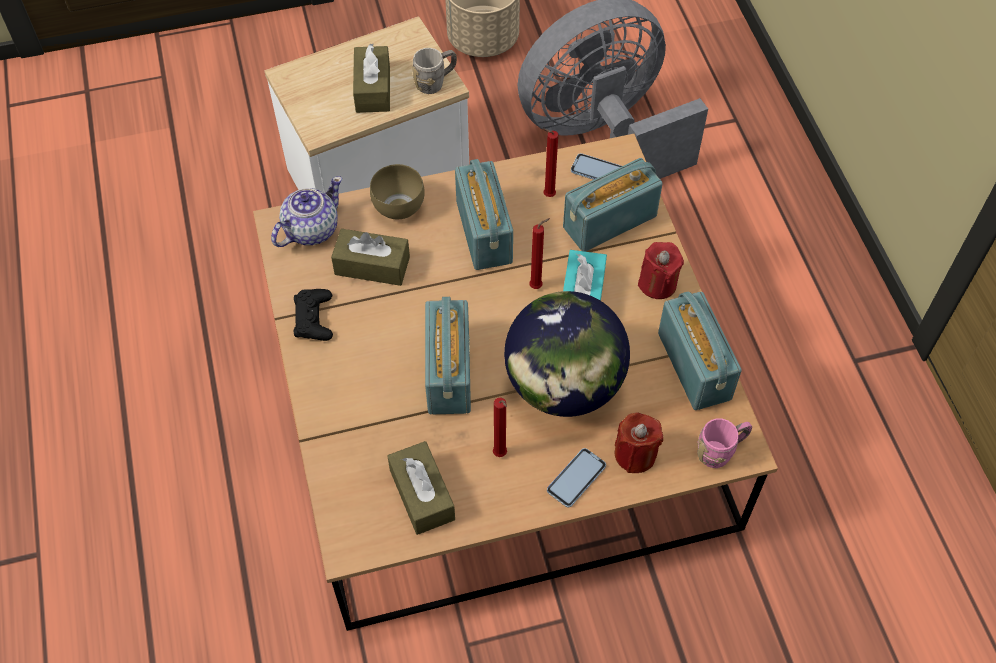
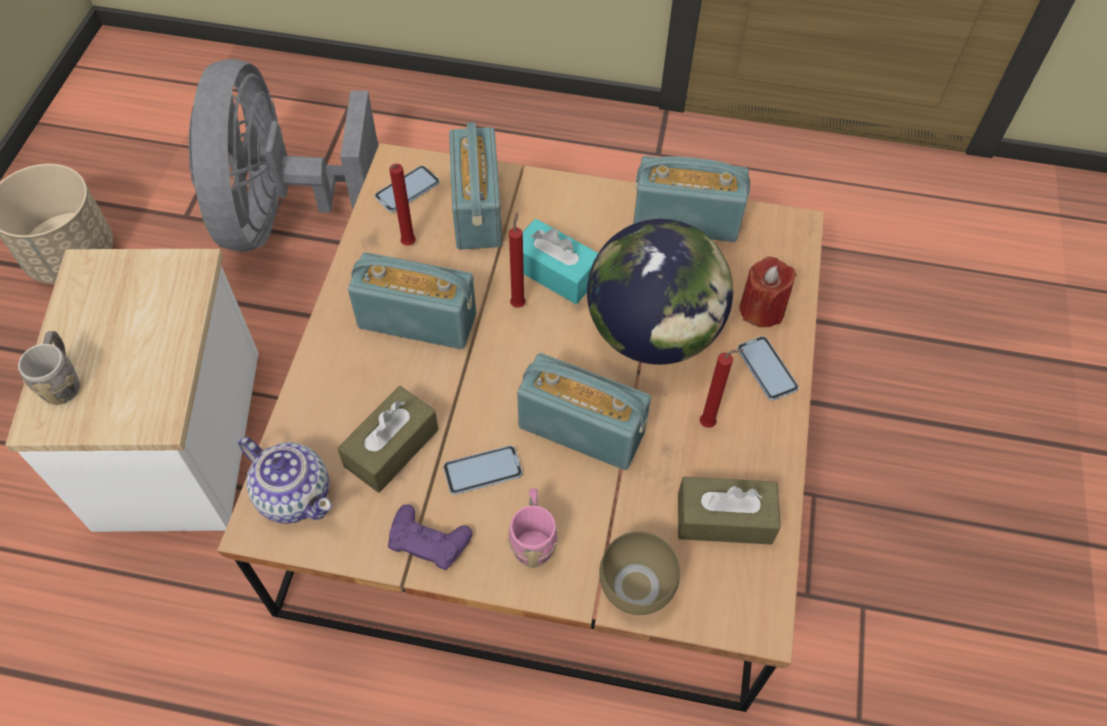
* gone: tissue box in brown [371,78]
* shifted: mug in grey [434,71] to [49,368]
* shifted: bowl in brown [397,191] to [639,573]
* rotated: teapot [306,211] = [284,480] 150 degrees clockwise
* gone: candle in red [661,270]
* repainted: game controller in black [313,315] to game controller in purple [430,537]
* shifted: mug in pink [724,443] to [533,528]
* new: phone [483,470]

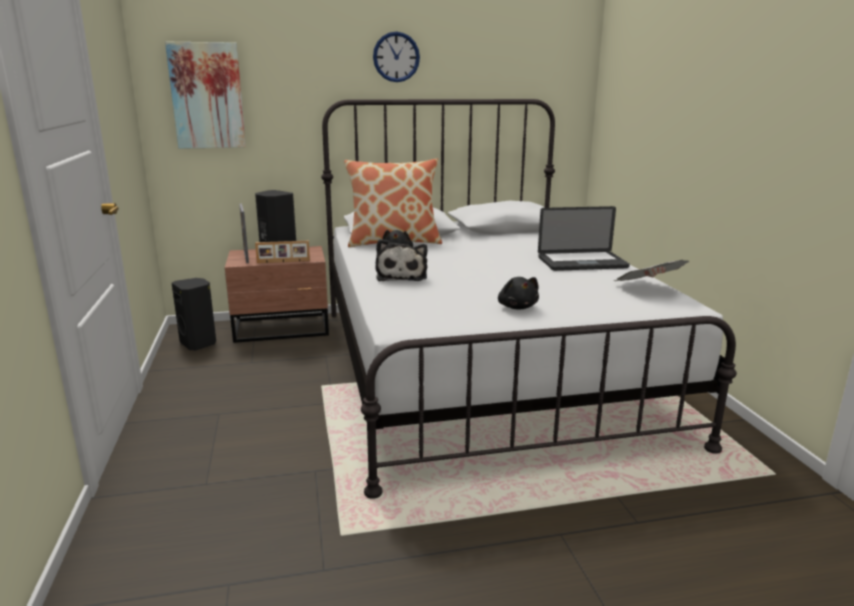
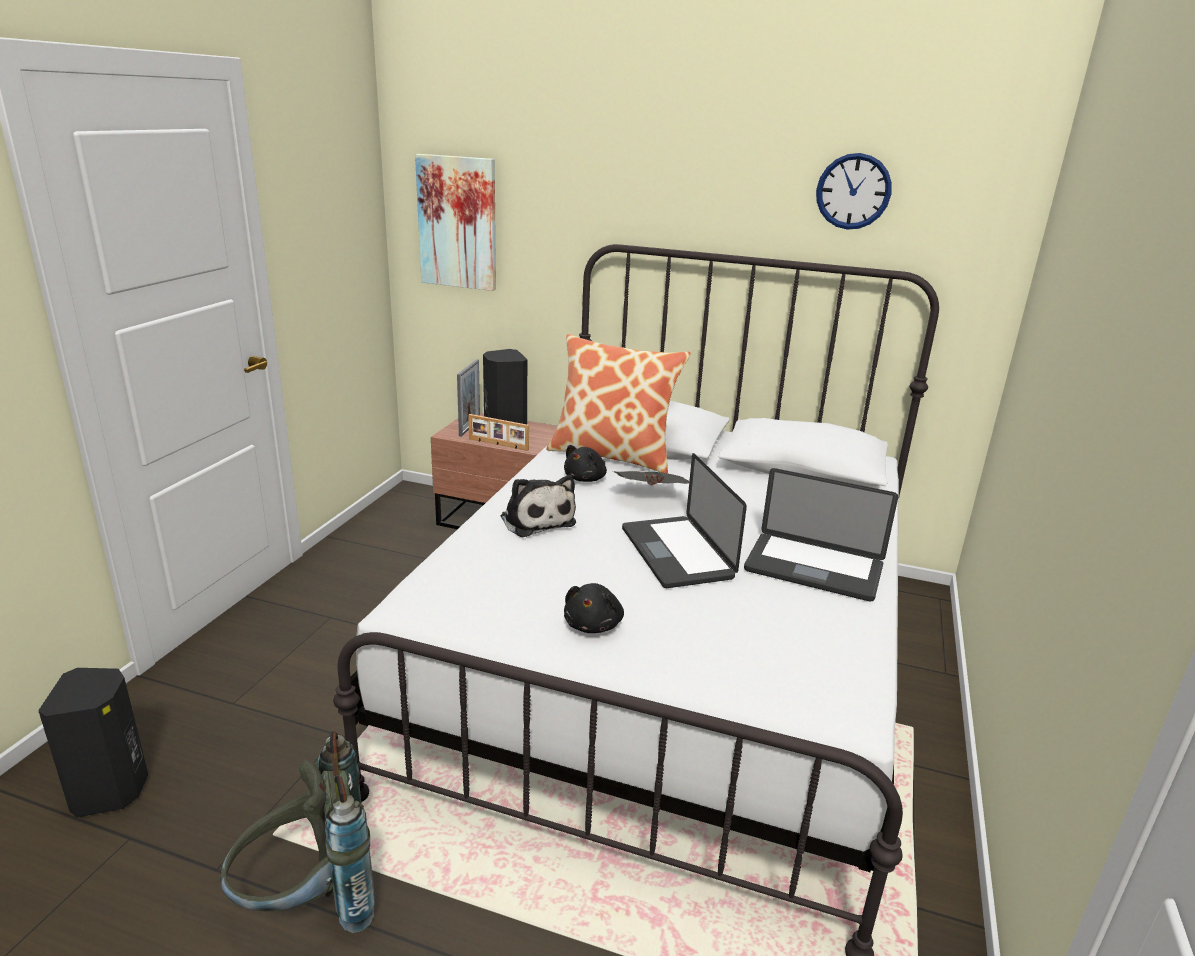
* shifted: wall clock [396,56] to [854,191]
* rotated: plush toy [401,260] = [538,506] 60 degrees counterclockwise
* shifted: newspaper [651,270] to [651,478]
* shifted: speaker in black [194,314] to [93,742]
* new: laptop [684,520]
* new: backpack in grey [297,832]

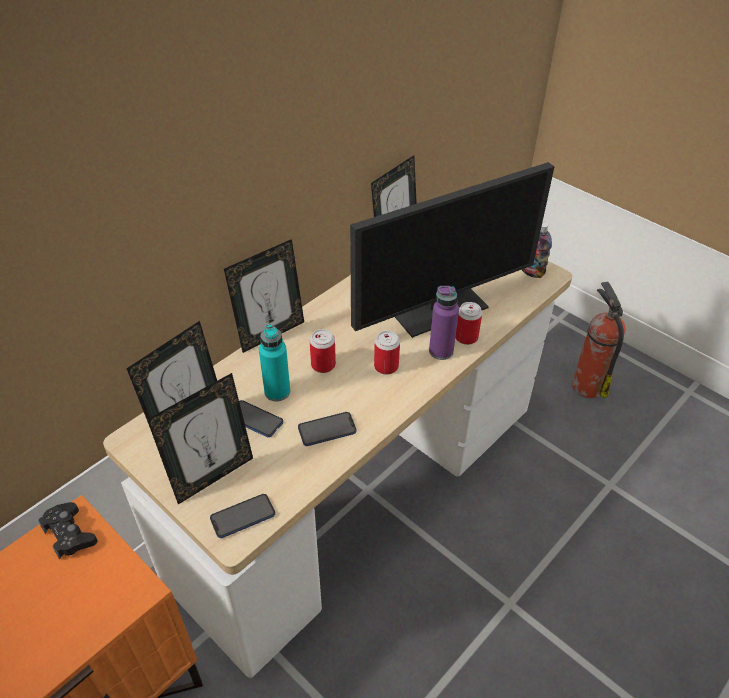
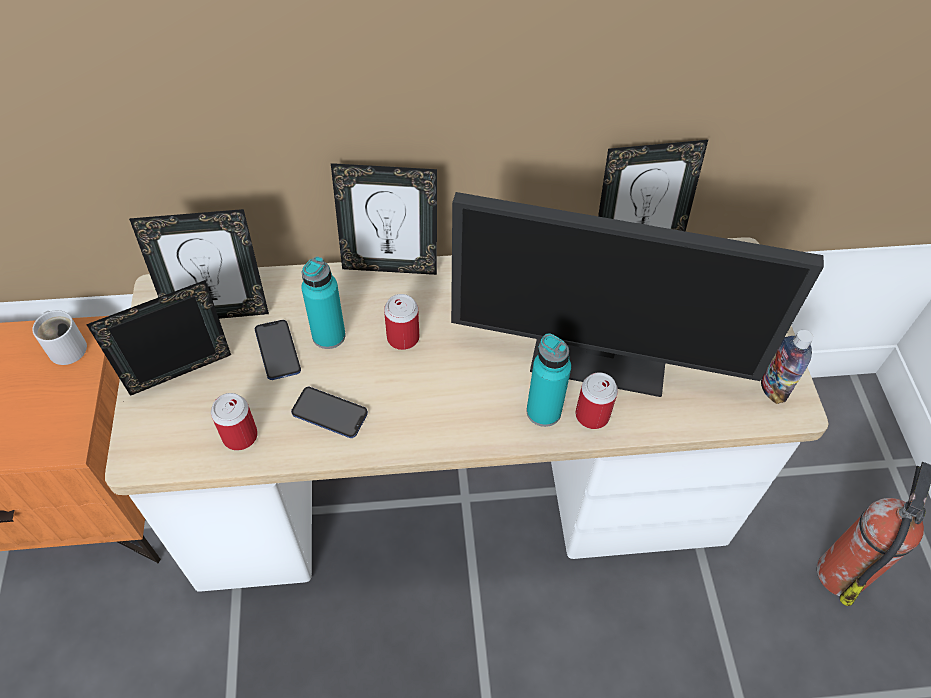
* repainted: bottle in purple [444,323] to bottle in turquoise [548,380]
* shifted: can [387,352] to [234,422]
* rotated: picture frame [200,438] = [158,338] 150 degrees clockwise
* gone: phone [242,516]
* swapped: game controller in black [68,531] to mug in white [59,337]

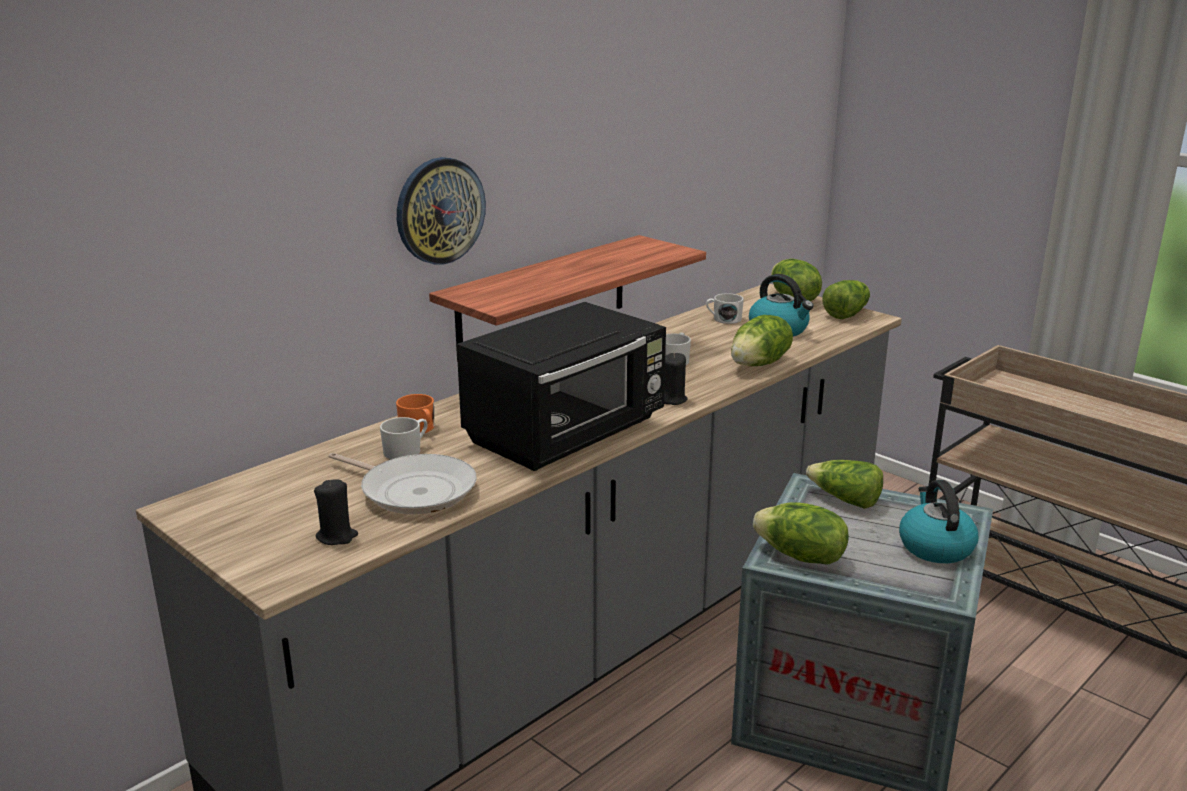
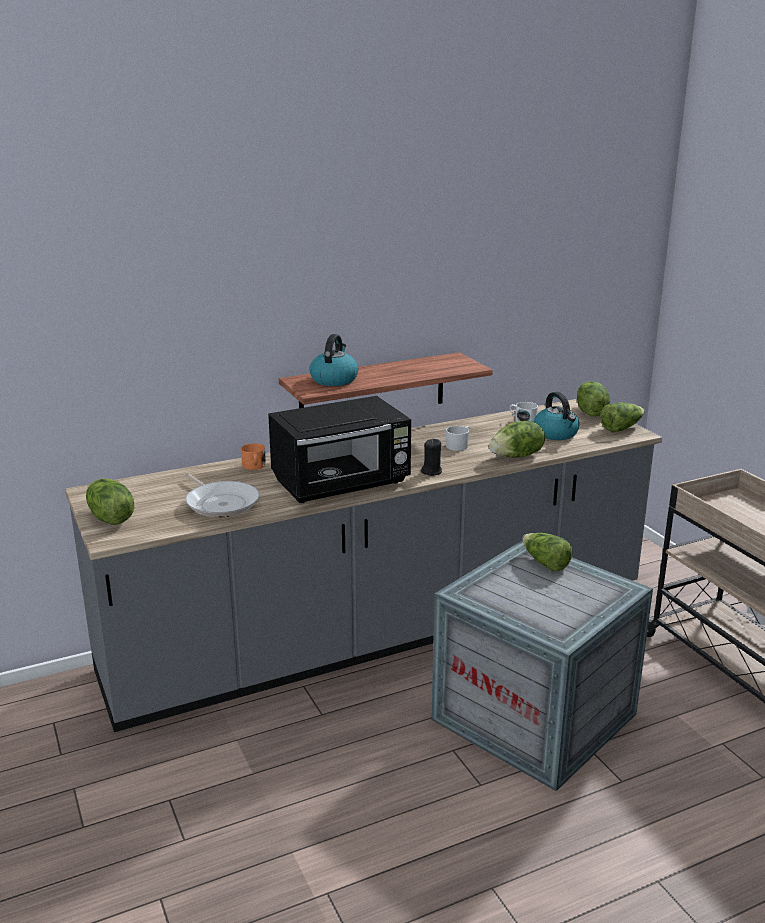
* gone: wall clock [441,211]
* gone: mug in white [404,438]
* gone: candle in black [336,512]
* shifted: kettle [938,521] to [333,360]
* shifted: lettuce [801,533] to [110,502]

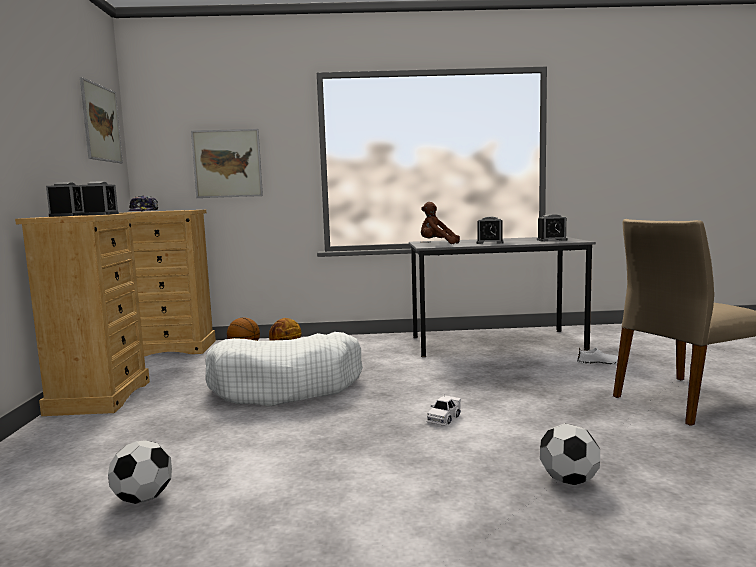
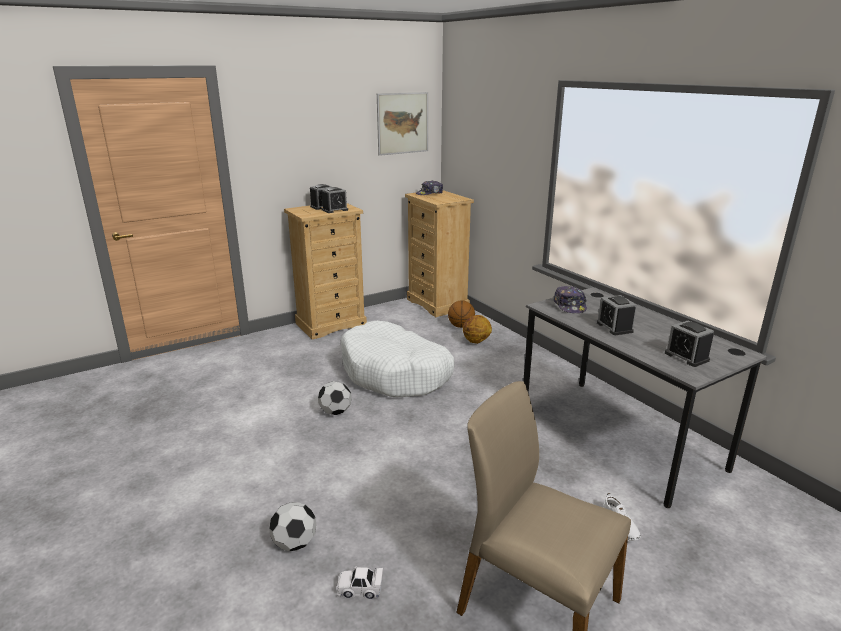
* gone: picture [227,163]
* swapped: plush toy in brown [440,223] to cap [570,299]
* shifted: toy car in white [443,410] to [360,582]
* shifted: football [140,472] to [335,398]

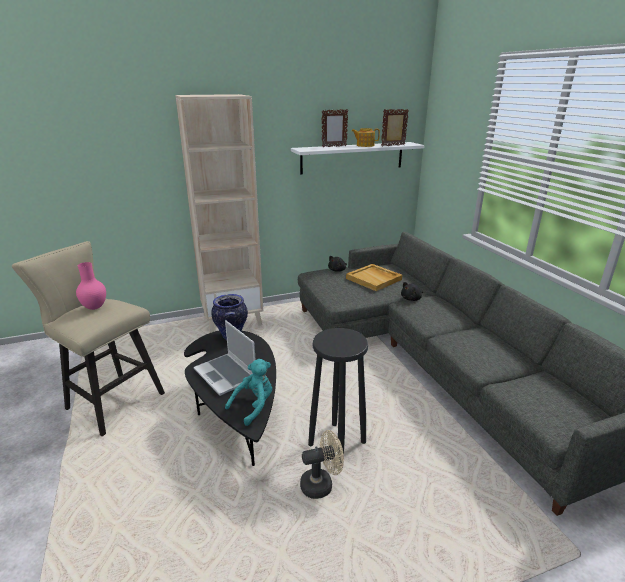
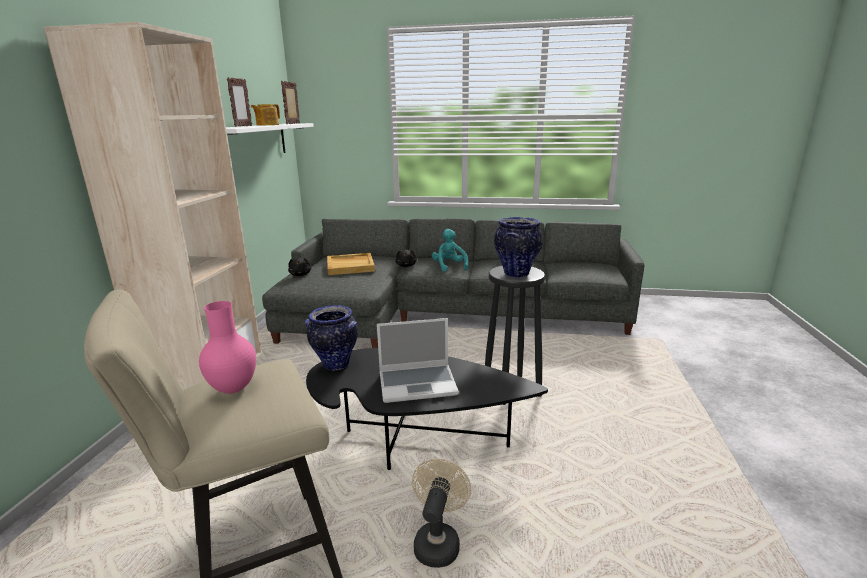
* shifted: plush toy in turquoise [248,392] to [450,250]
* shifted: fan in beige [322,464] to [441,513]
* new: vase [518,247]

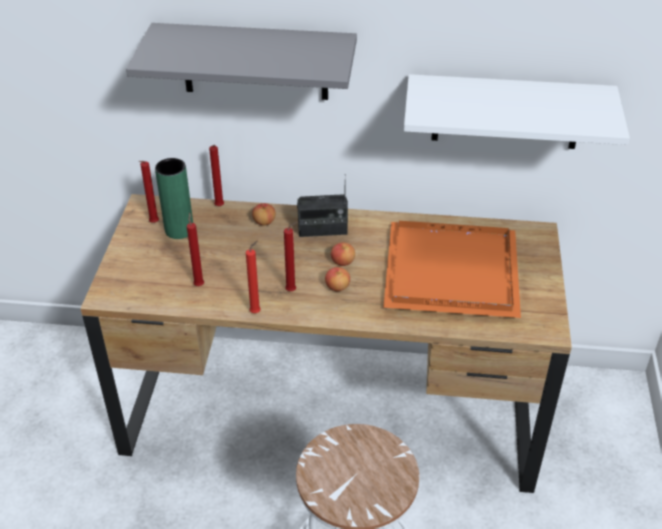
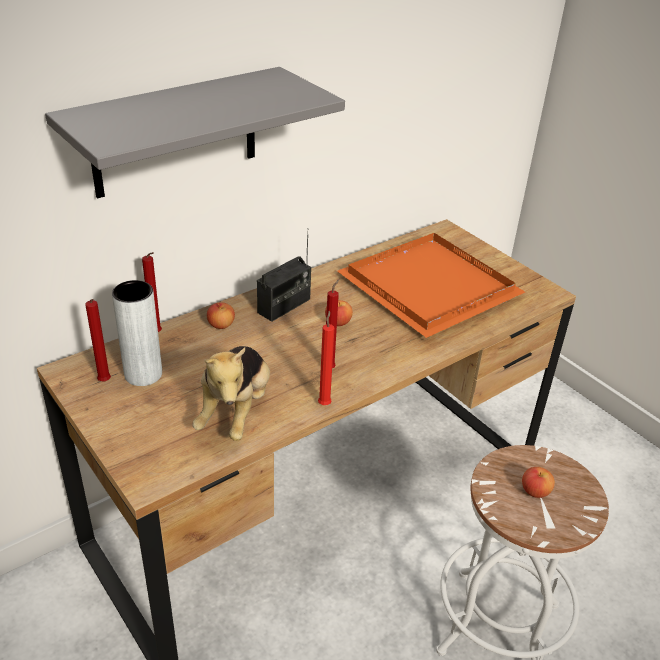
* gone: shelf in white [517,111]
* repainted: vase in green [174,198] to vase in grey [137,333]
* swapped: candle in red [195,249] to plush toy [231,393]
* shifted: apple [337,279] to [538,482]

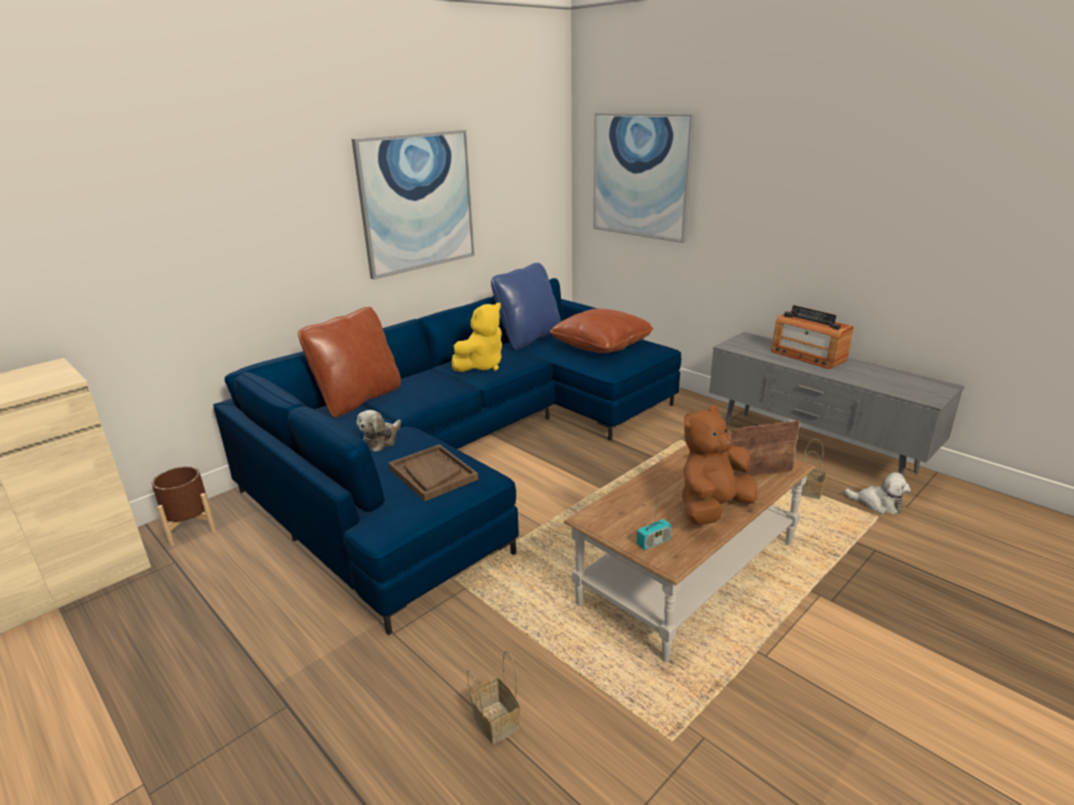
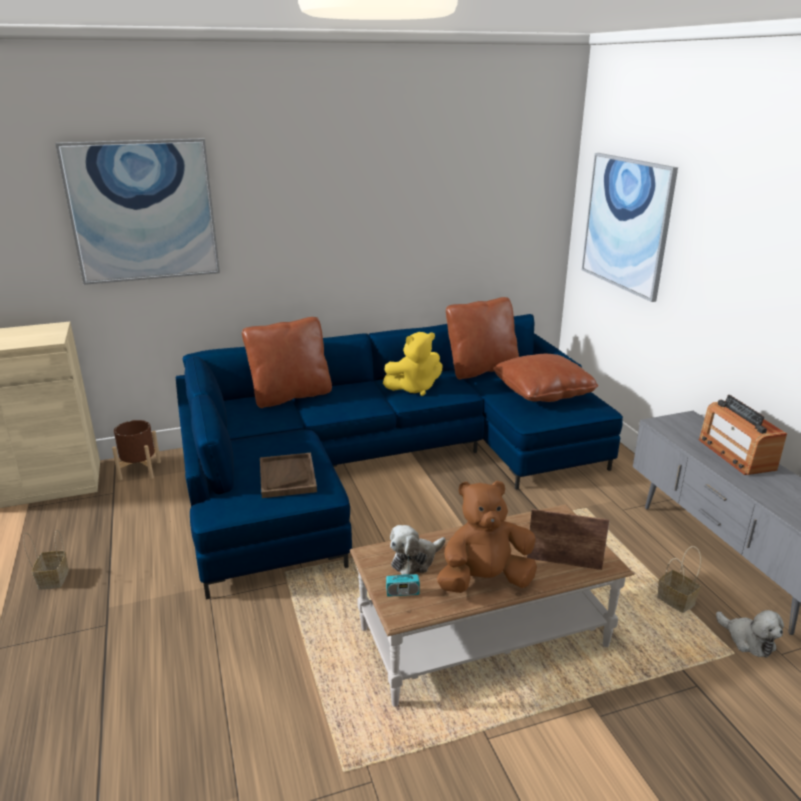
* shifted: picture [413,205] to [137,211]
* repainted: pillow in blue [526,306] to pillow in brown [482,338]
* shifted: plush toy [379,430] to [418,550]
* shifted: basket [493,697] to [46,560]

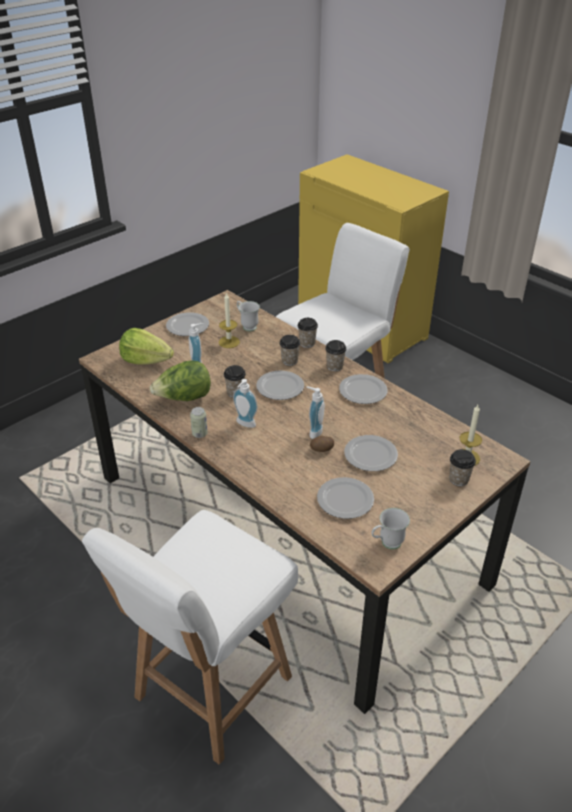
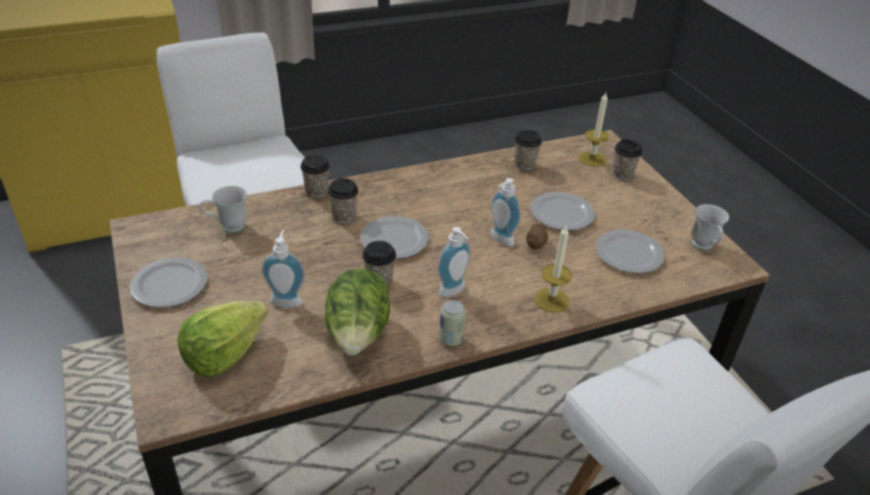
* shifted: candle [229,320] to [553,268]
* shifted: cup [335,355] to [528,150]
* gone: plate [363,389]

